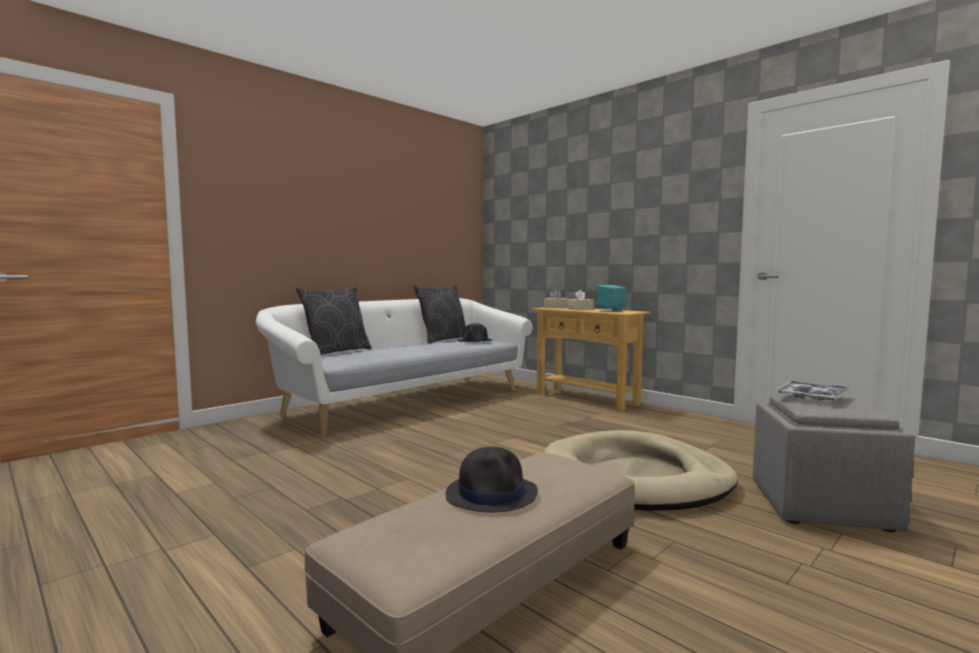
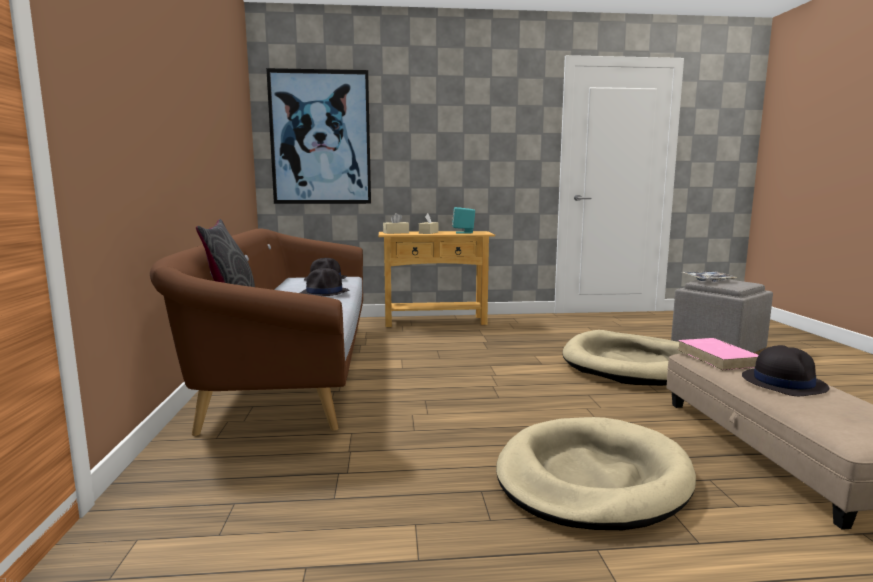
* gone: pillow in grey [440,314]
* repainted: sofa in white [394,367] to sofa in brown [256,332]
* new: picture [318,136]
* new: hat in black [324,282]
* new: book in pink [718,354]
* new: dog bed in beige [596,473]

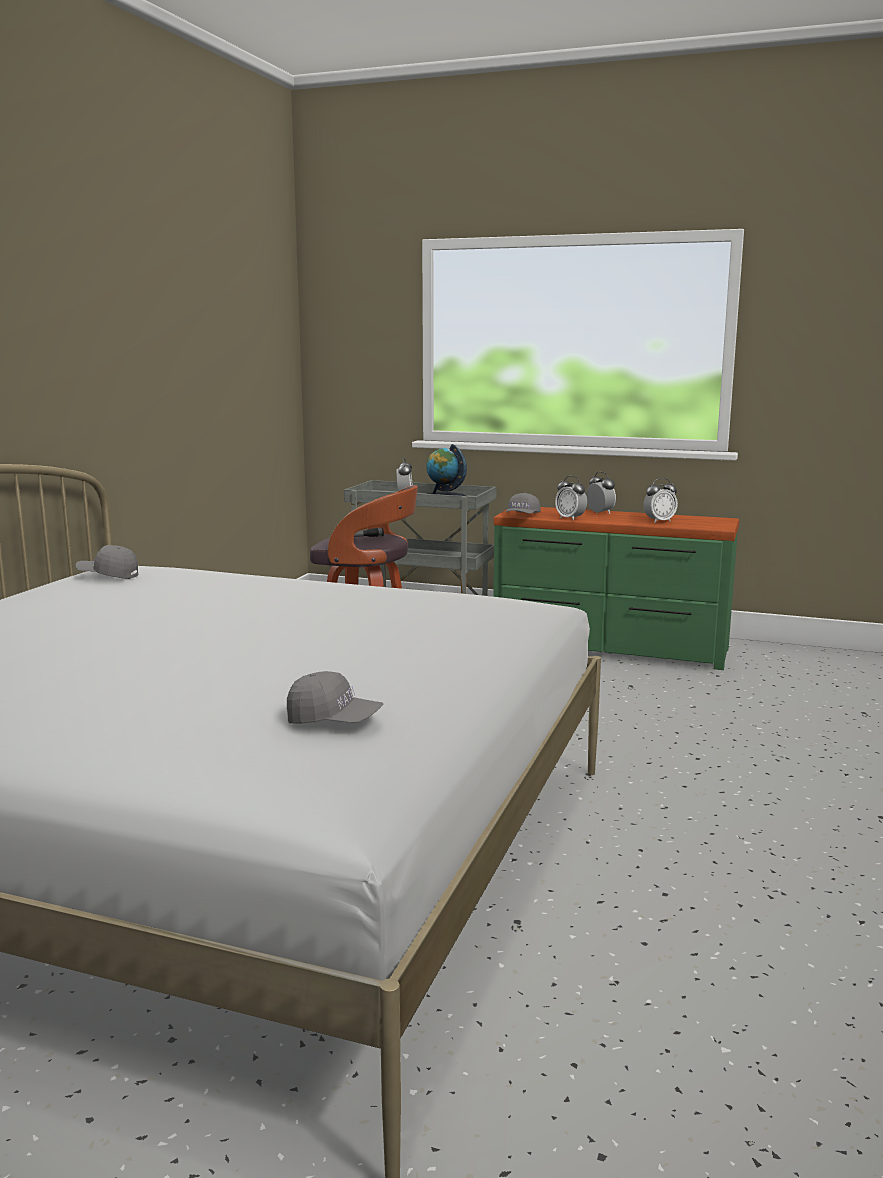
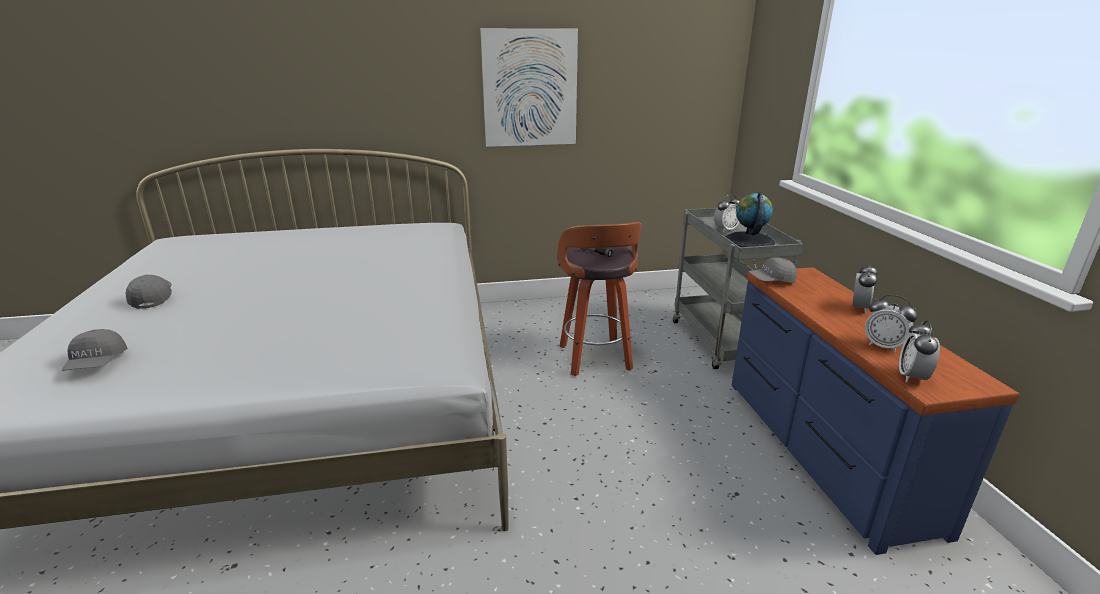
* shifted: alarm clock [571,498] to [919,351]
* repainted: dresser in green [616,588] to dresser in blue [875,411]
* shifted: cap in grey [106,562] to [149,292]
* new: picture [529,87]

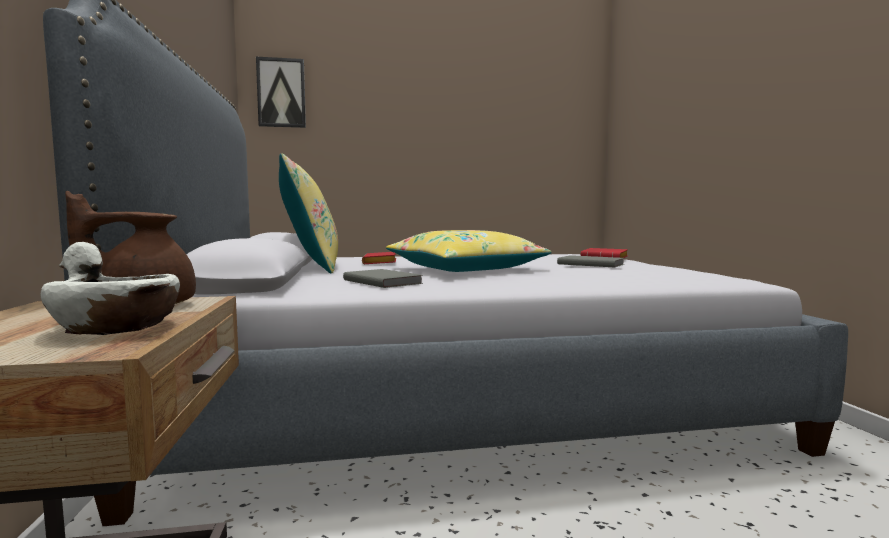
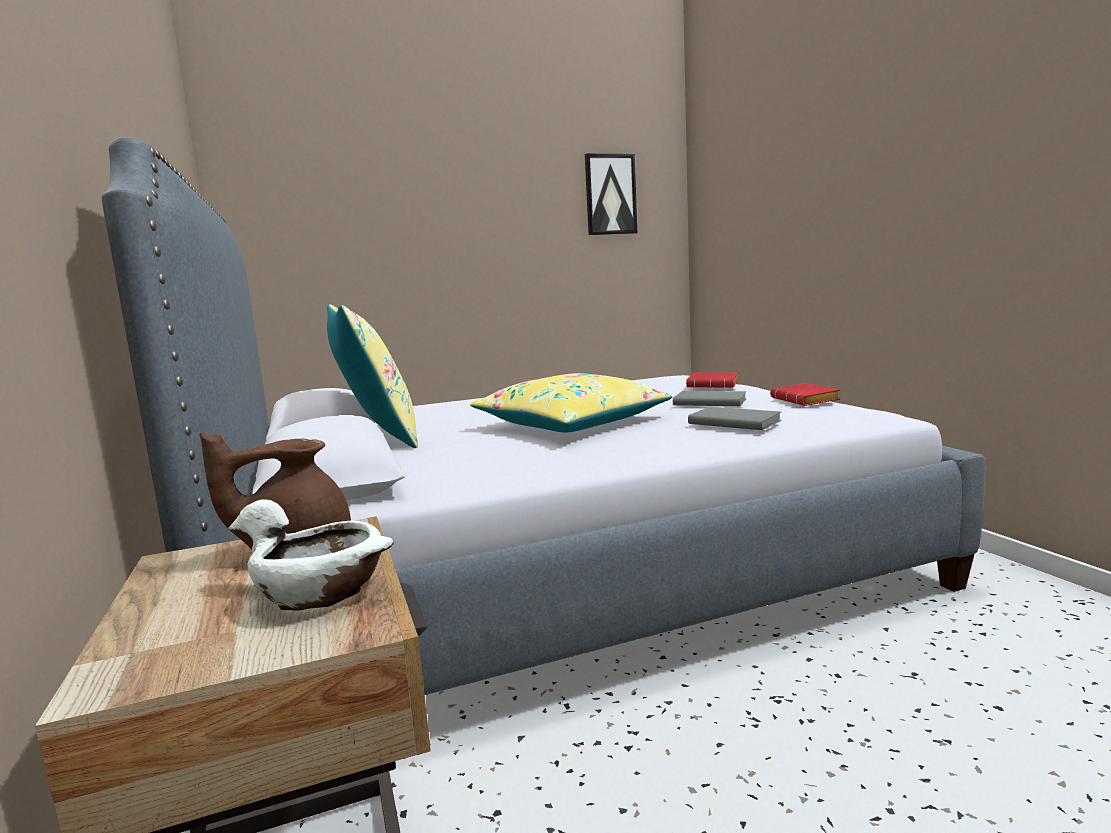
* shifted: picture [281,92] to [611,194]
* shifted: book in red [379,258] to [805,394]
* shifted: book in grey [383,278] to [735,418]

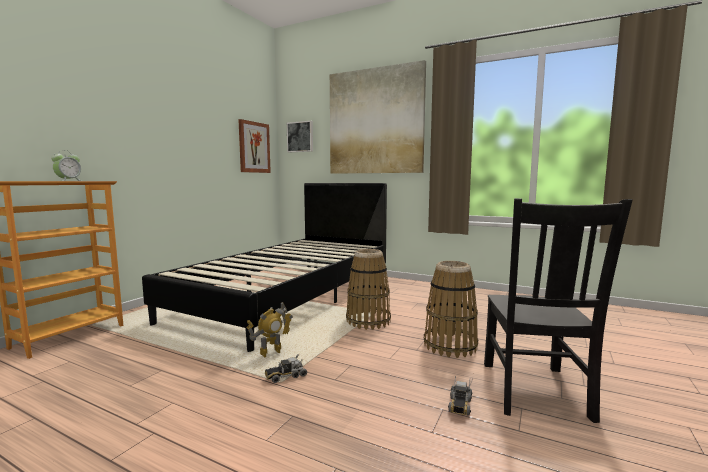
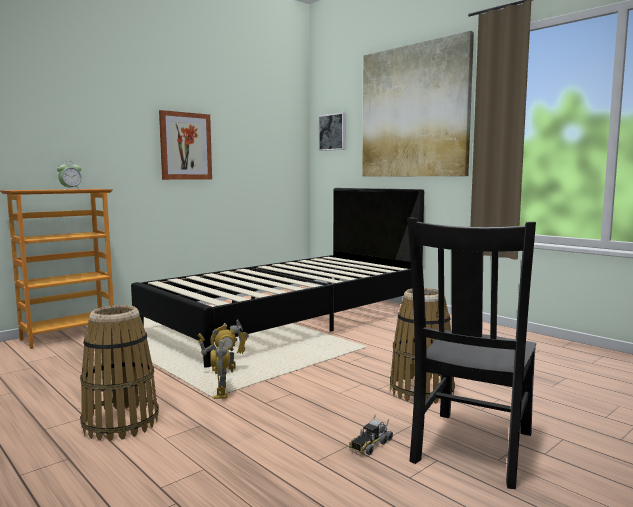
* shifted: picture [254,146] to [185,145]
* shifted: basket [368,289] to [119,373]
* swapped: toy truck [286,368] to toy robot [220,369]

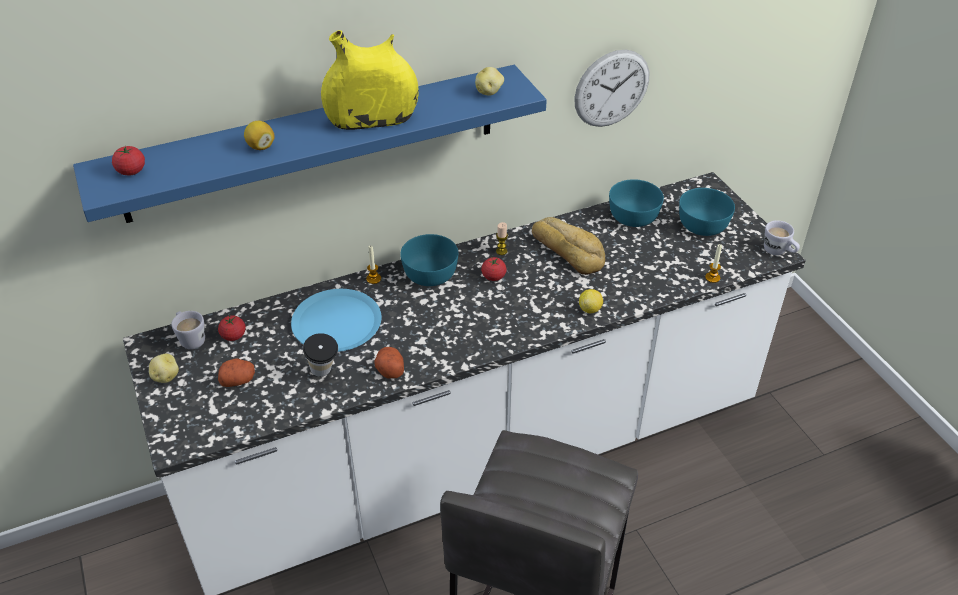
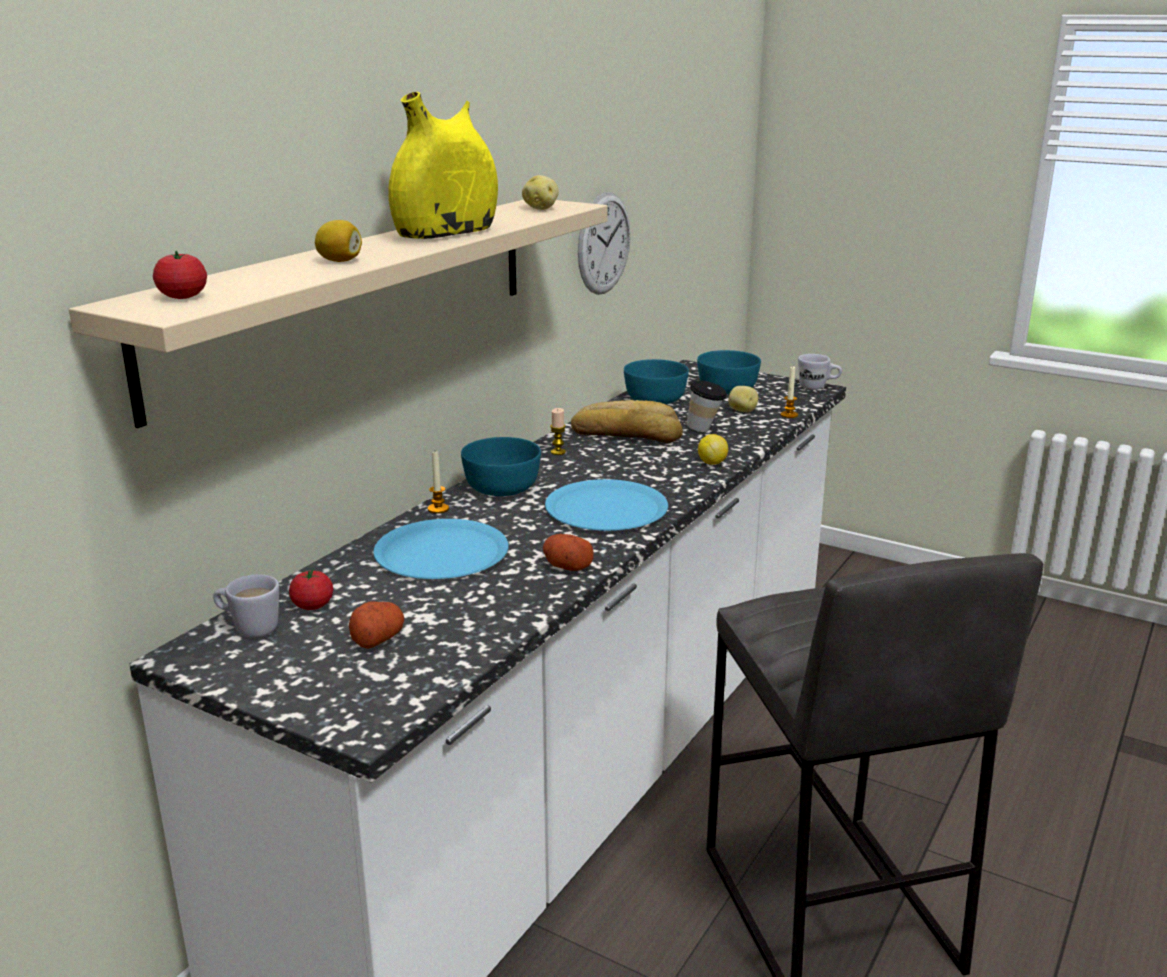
* repainted: shelf in blue [310,144] to shelf in beige [338,314]
* gone: tomato [493,269]
* shifted: cup [320,355] to [707,406]
* shifted: potato [164,368] to [743,399]
* new: plate in blue [606,505]

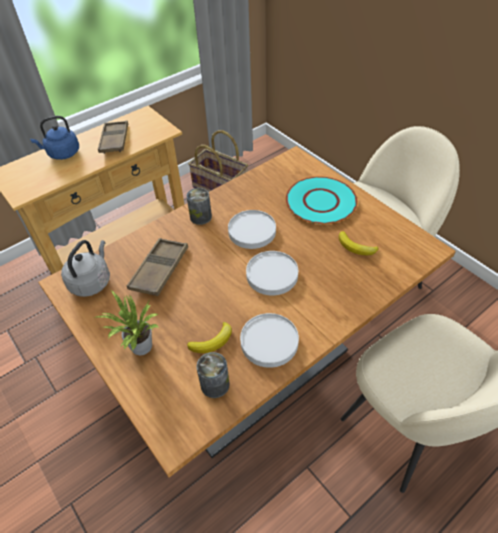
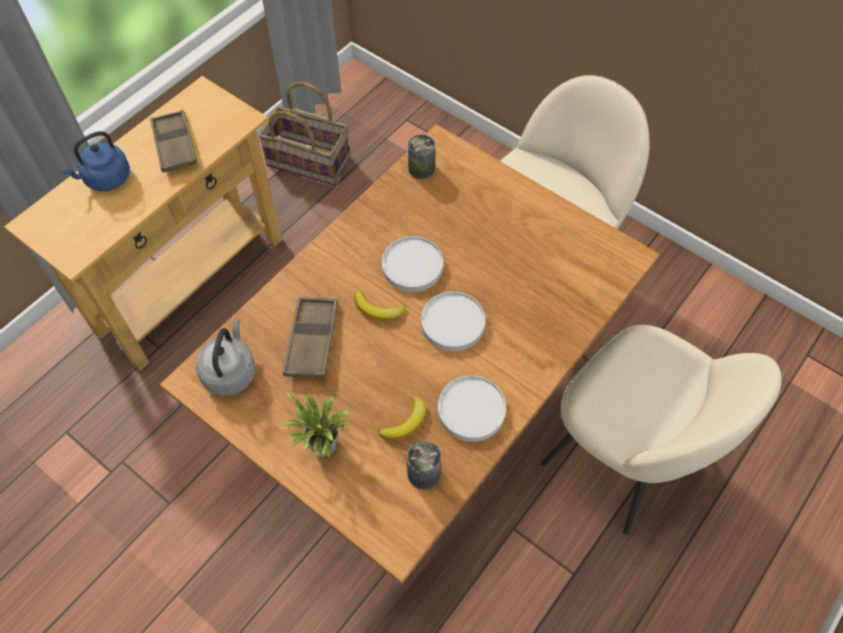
* gone: plate in turquoise [321,200]
* shifted: can [199,206] to [421,156]
* shifted: banana [359,243] to [380,305]

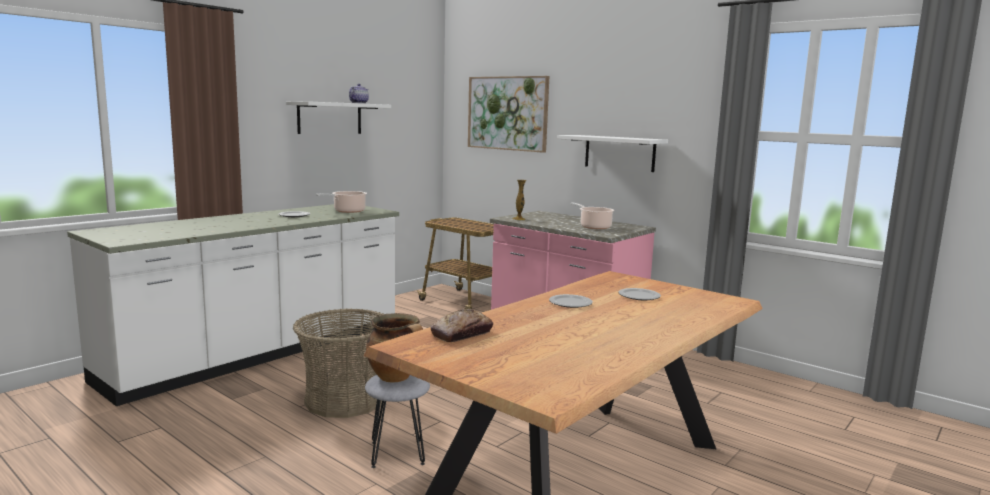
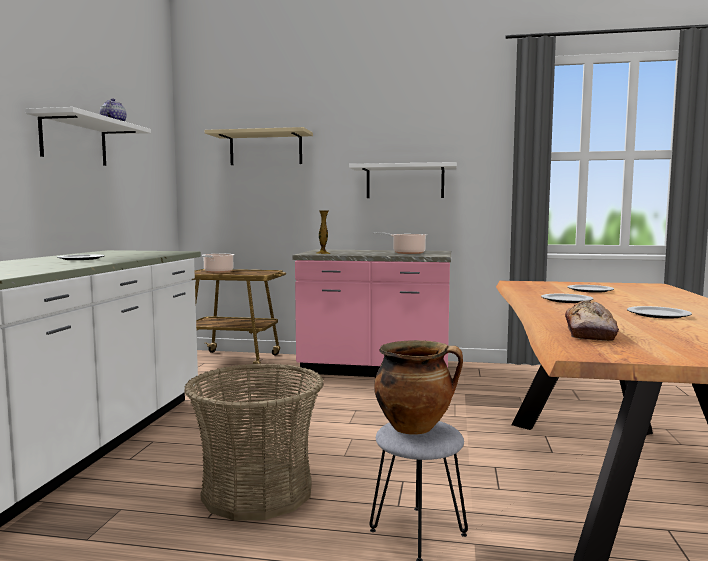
* swapped: picture [508,114] to shelf in beige [259,146]
* shifted: cooking pot [341,202] to [218,263]
* new: plate [659,312]

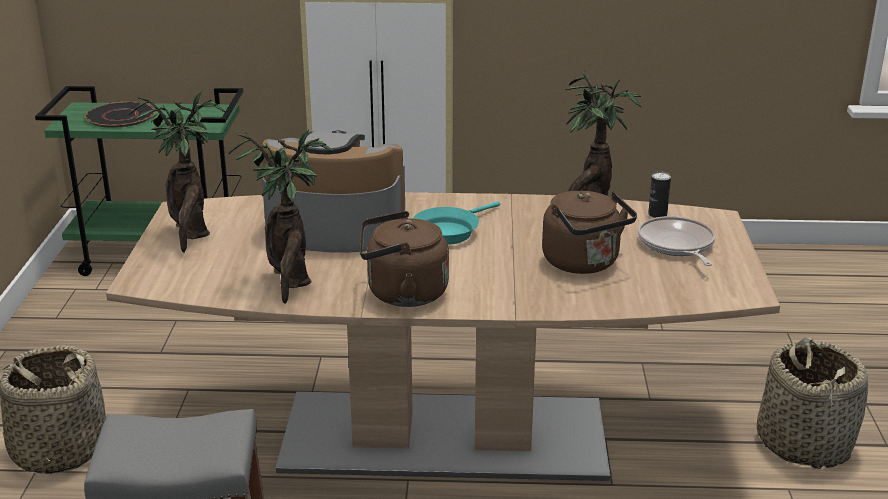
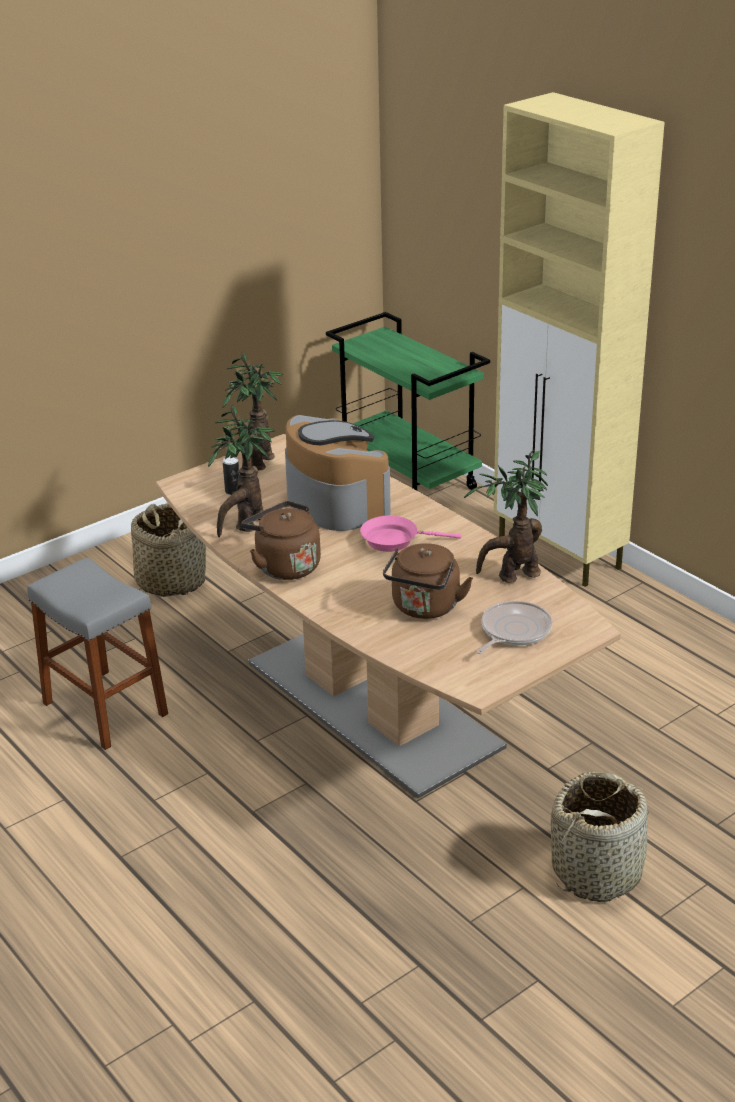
* gone: plate in black [120,115]
* shifted: can [659,195] to [231,475]
* repainted: frying pan in turquoise [456,223] to frying pan in pink [410,534]

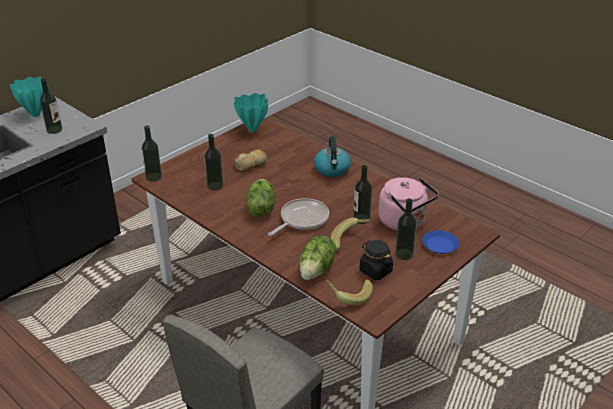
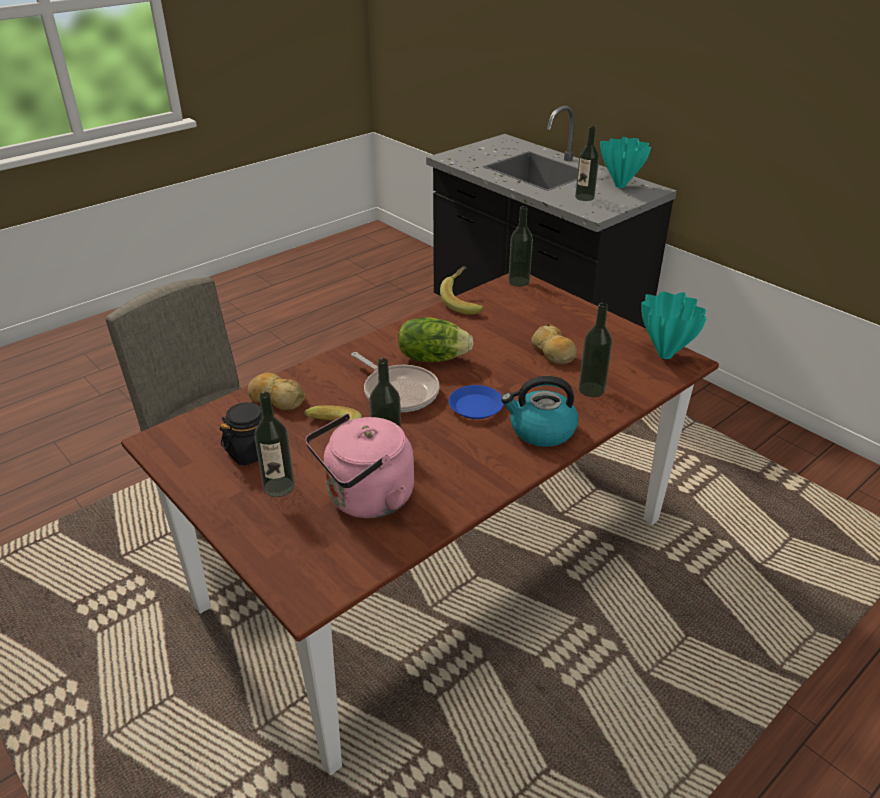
* shifted: bottle [213,162] to [595,350]
* shifted: plate in blue [440,242] to [476,402]
* swapped: lettuce [318,257] to bread [276,391]
* shifted: banana [349,292] to [462,290]

